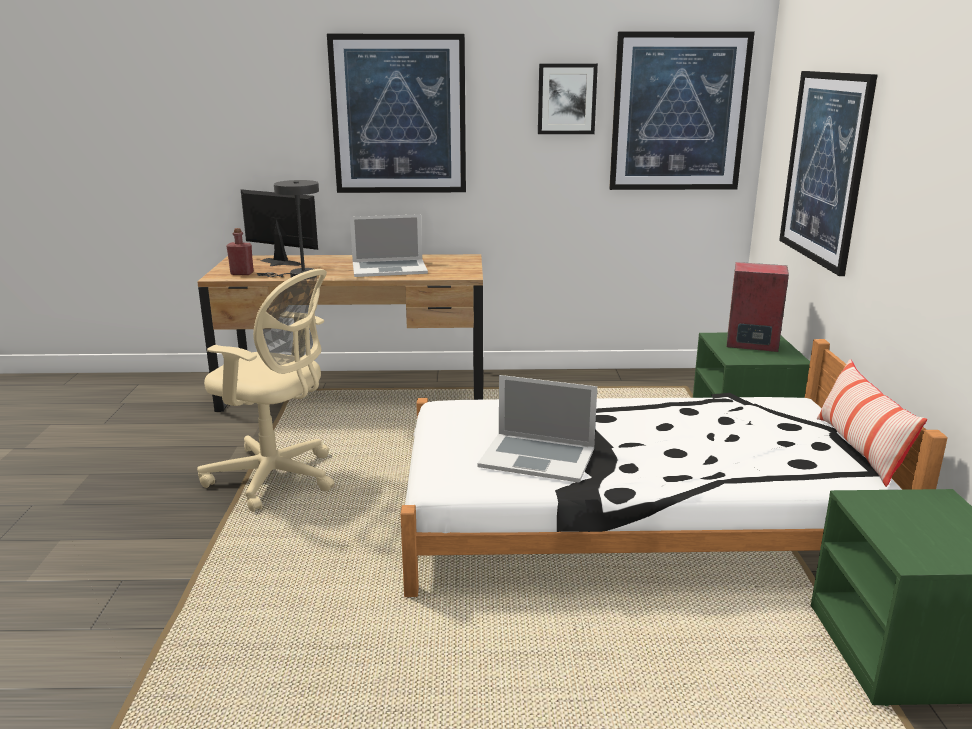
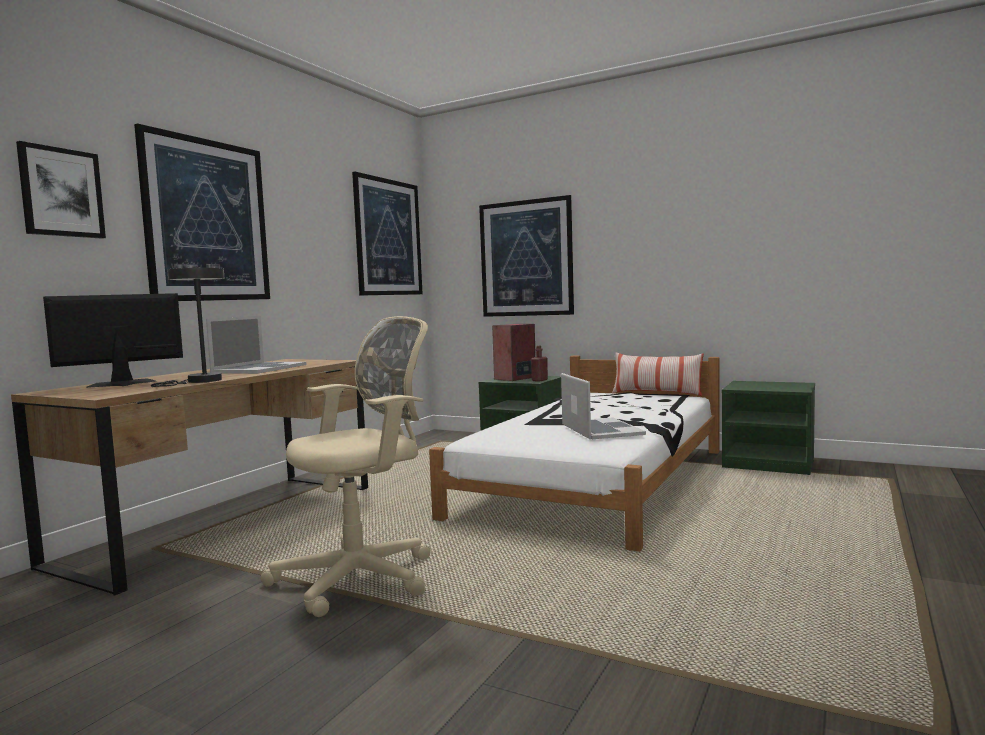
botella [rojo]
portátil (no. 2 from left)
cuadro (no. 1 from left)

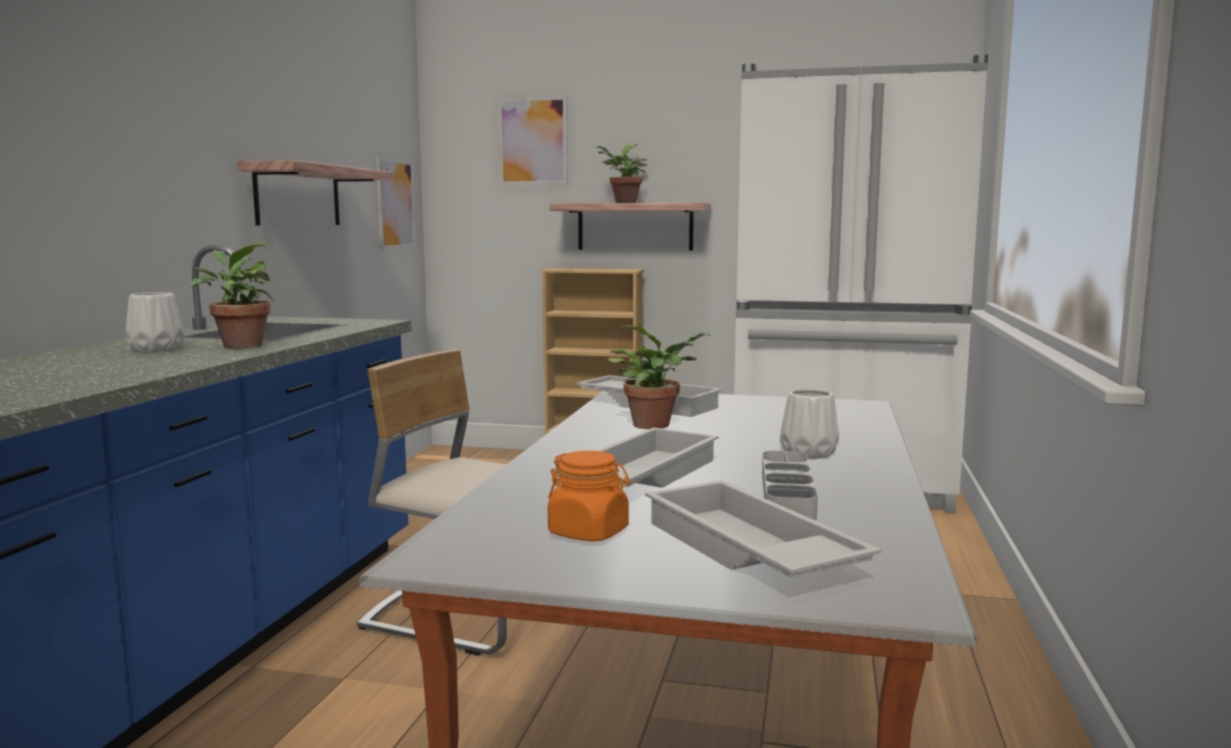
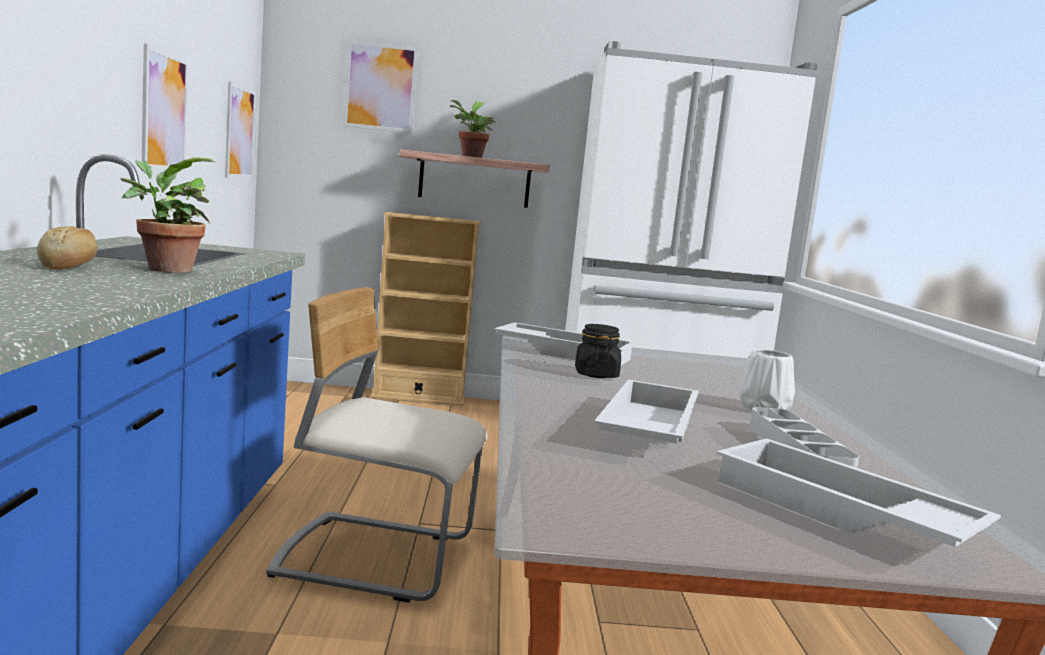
pan
cuadro (no. 1 from left)
tarro [naranja]
tarro [negro]

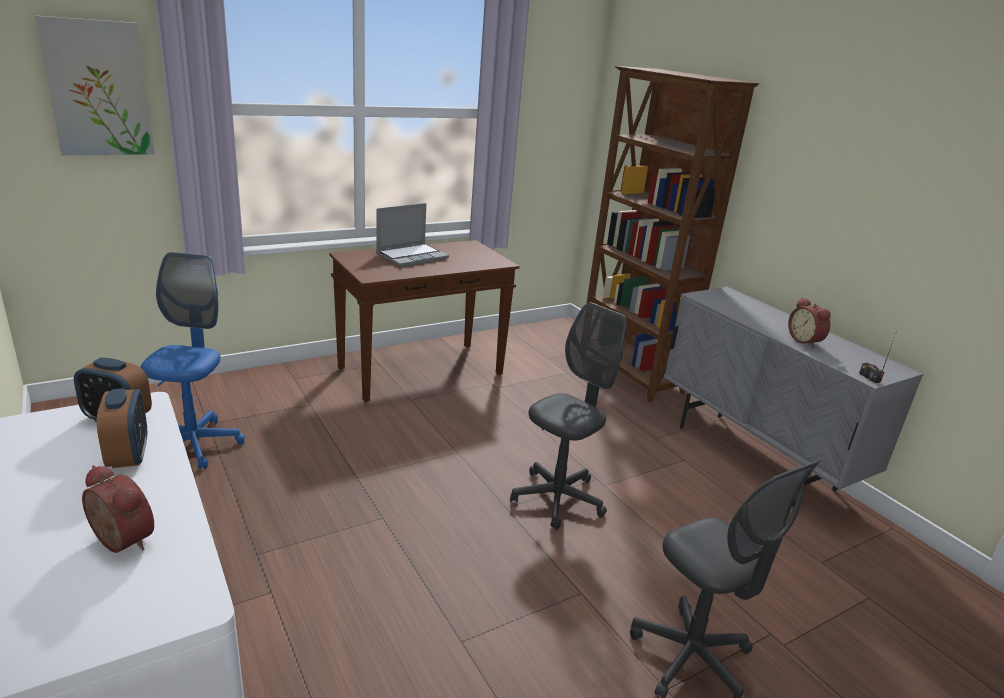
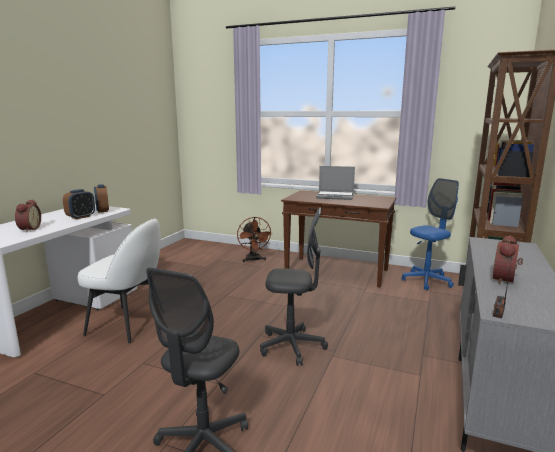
cuadro
silla de oficina [azul]
silla [blanco]
ventilador [marrón]

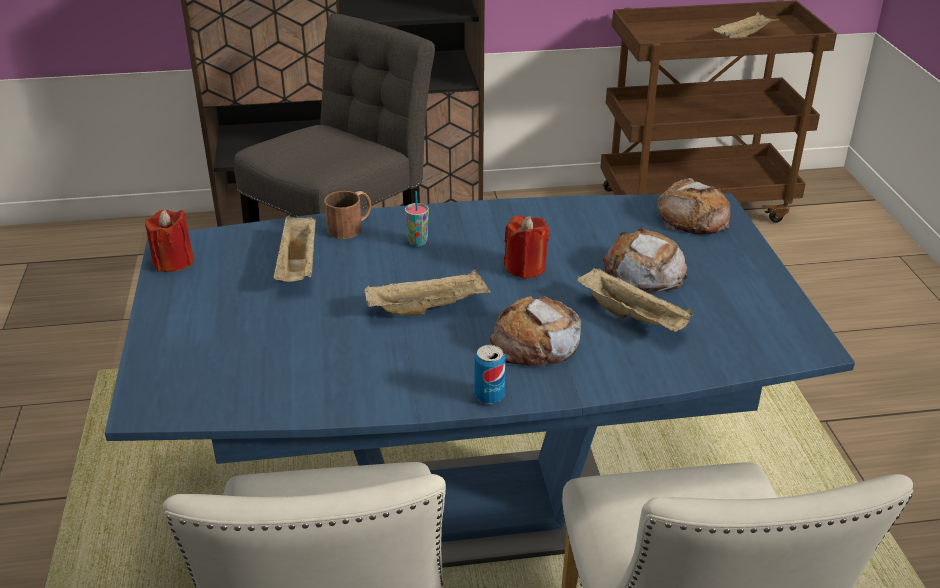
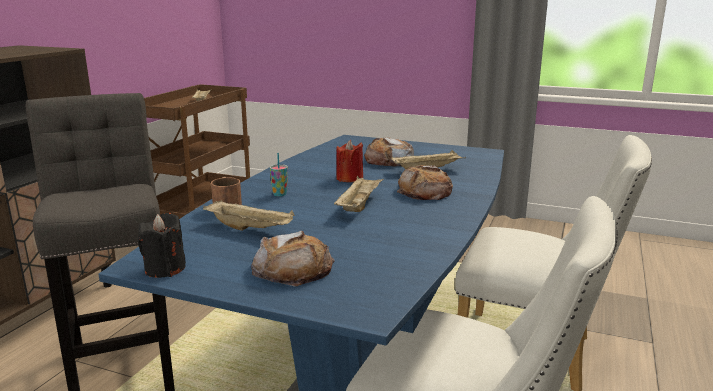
vela [negro]
lata
pan (no. 1 from left)

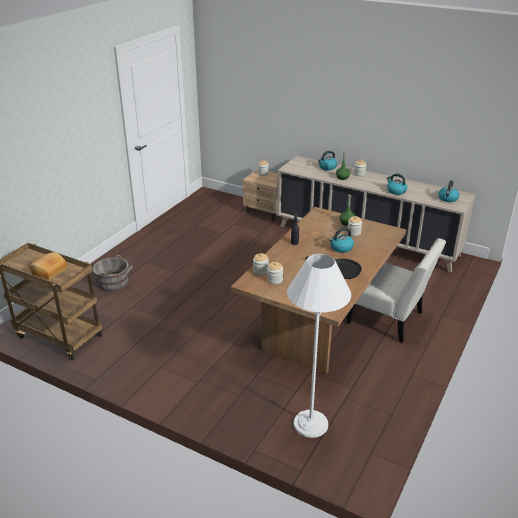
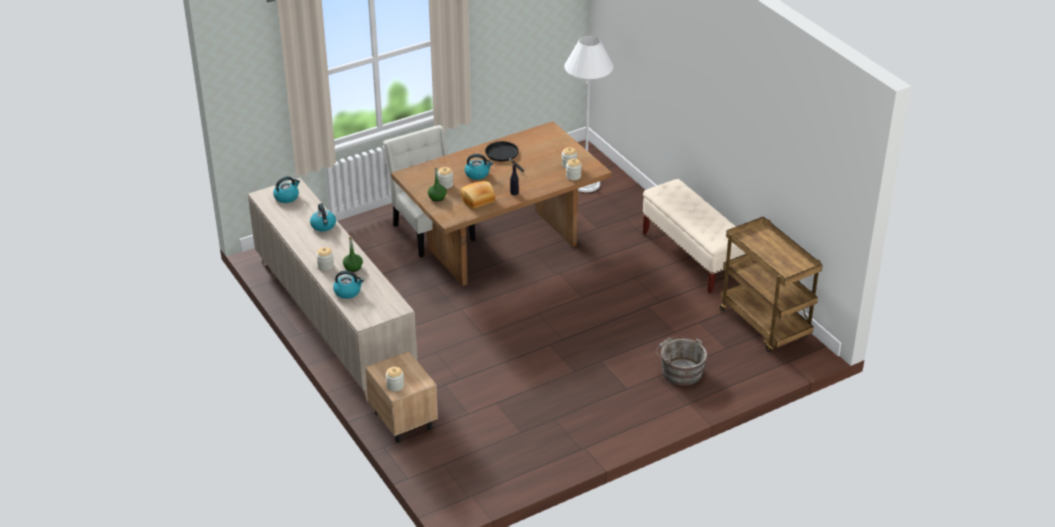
pan
banco [beis]

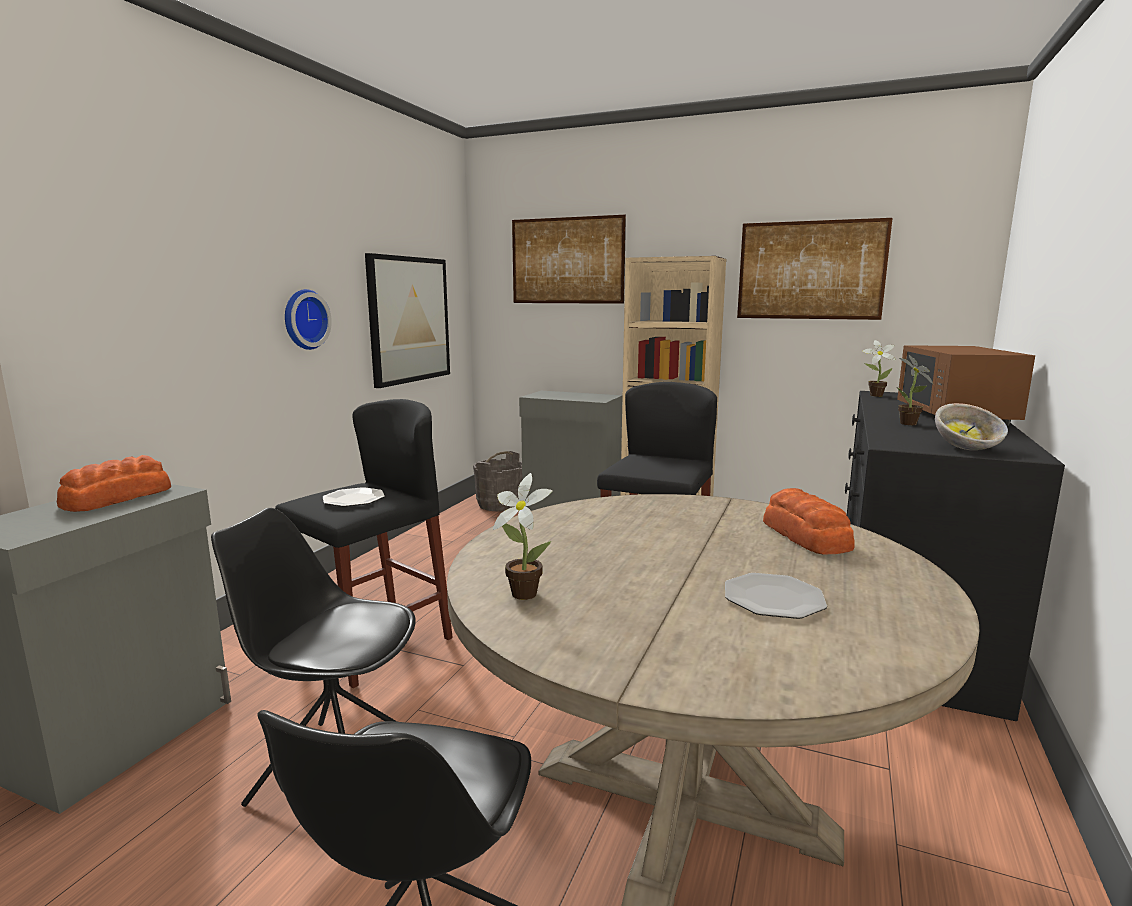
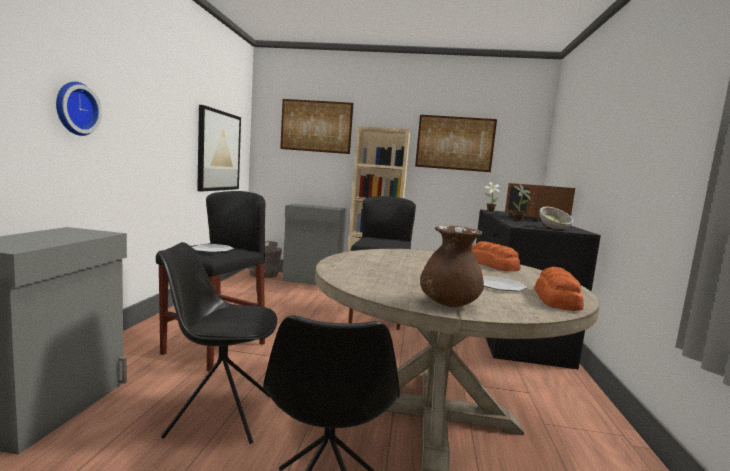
pan (no. 2 from left)
reloj de pared
planta en maceta (no. 1 from left in the first image)
florero [marrón]

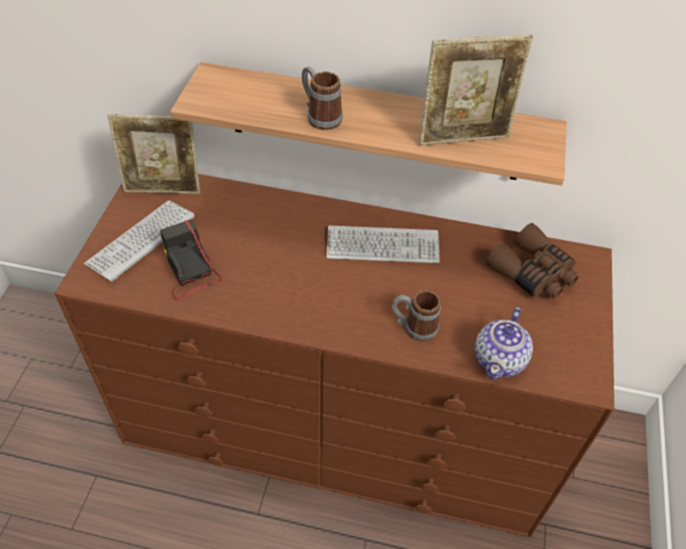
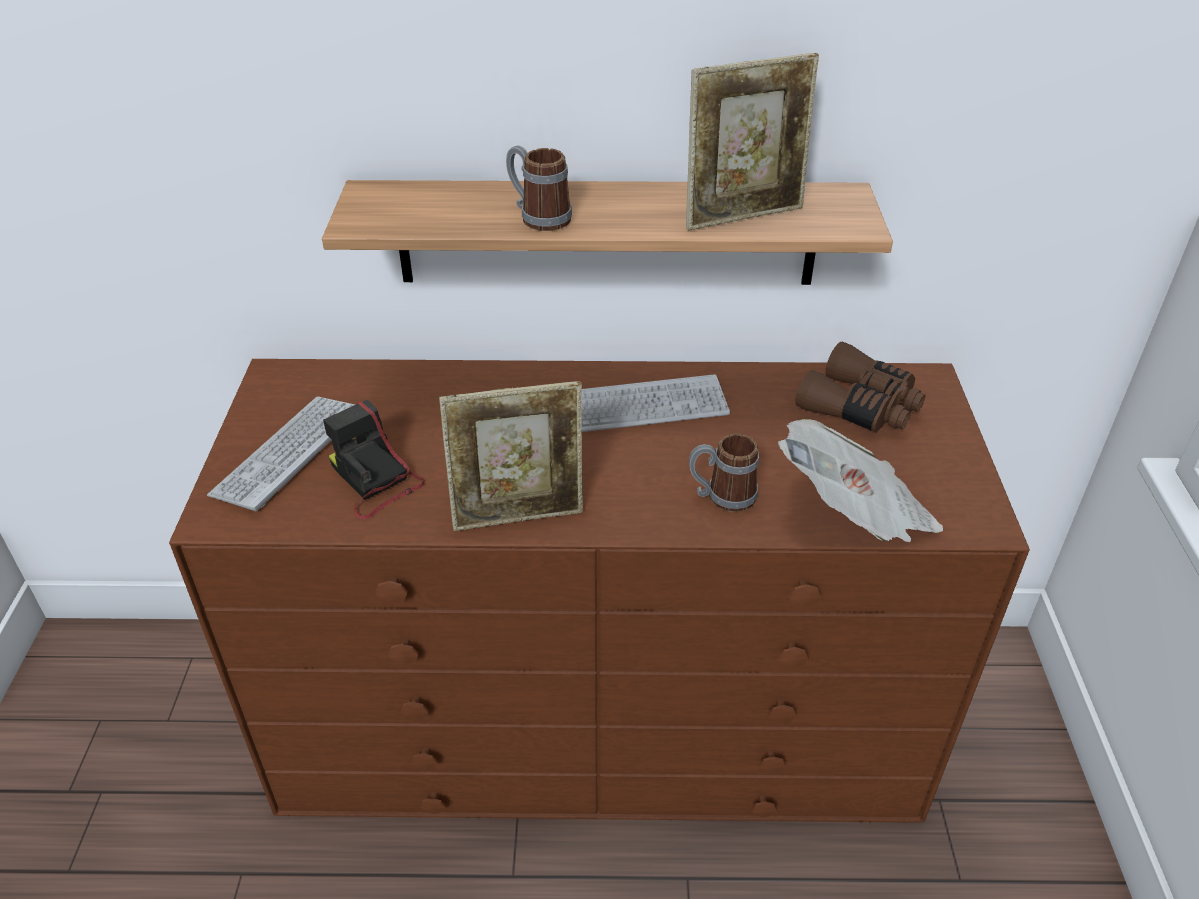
portarretratos (no. 1 from left)
periódico

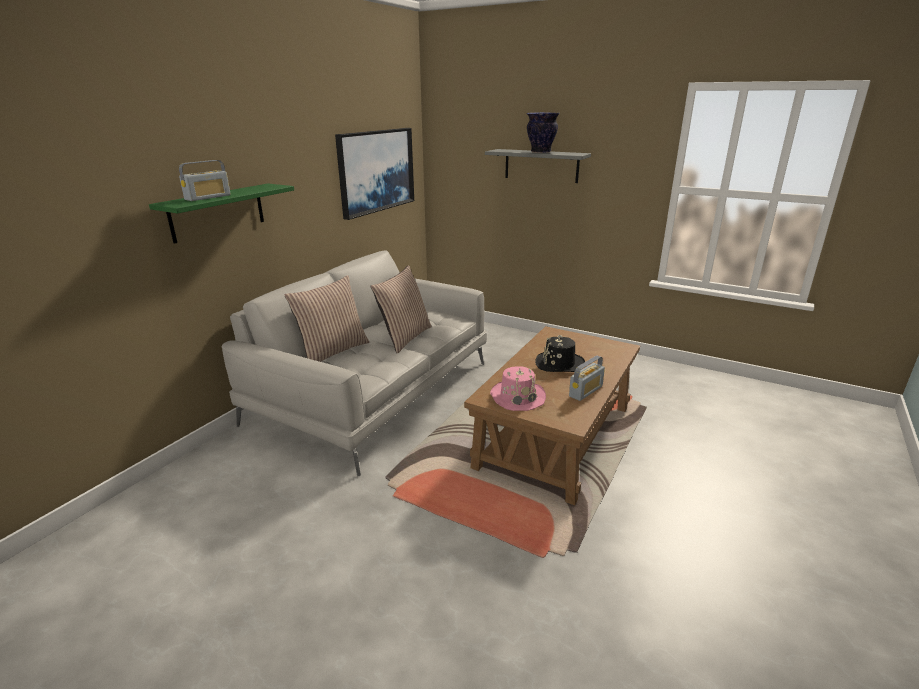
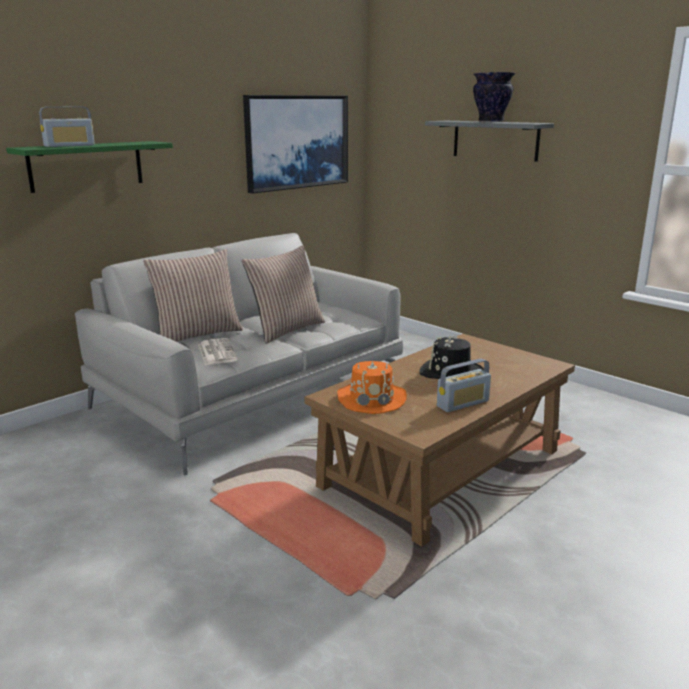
sombrero [naranja]
periódico

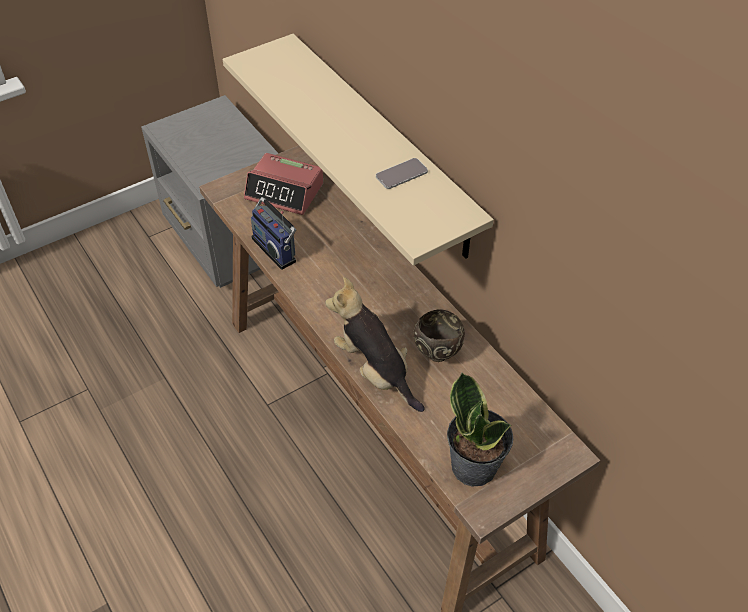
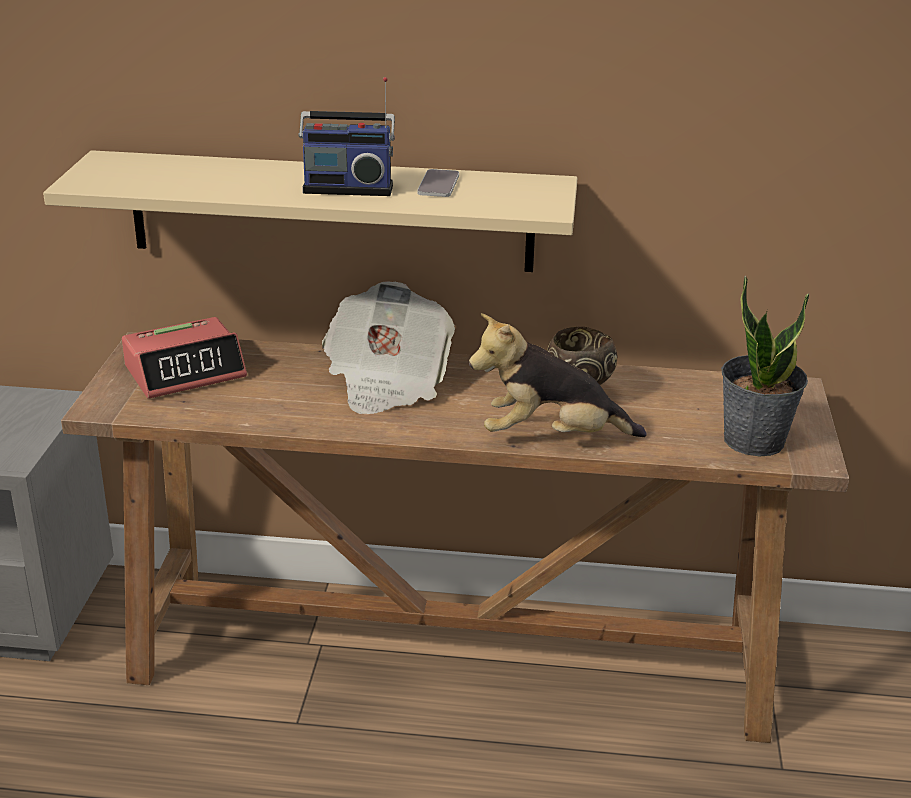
radio
periódico

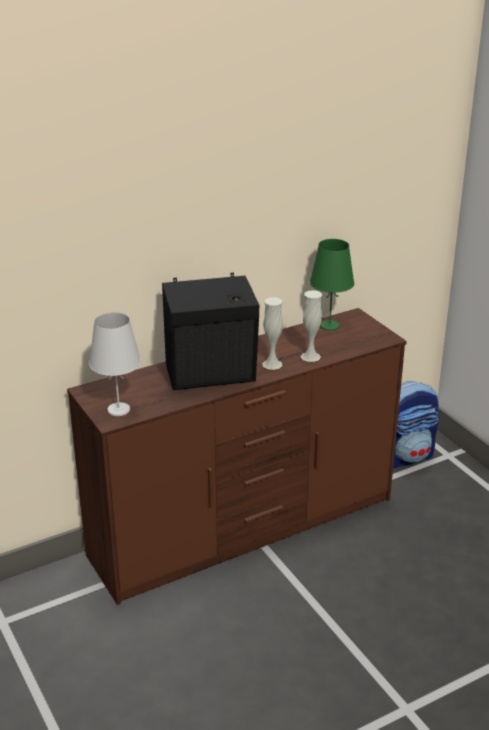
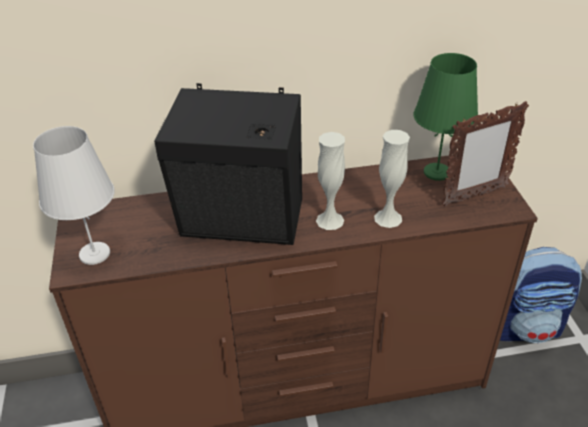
portarretratos

